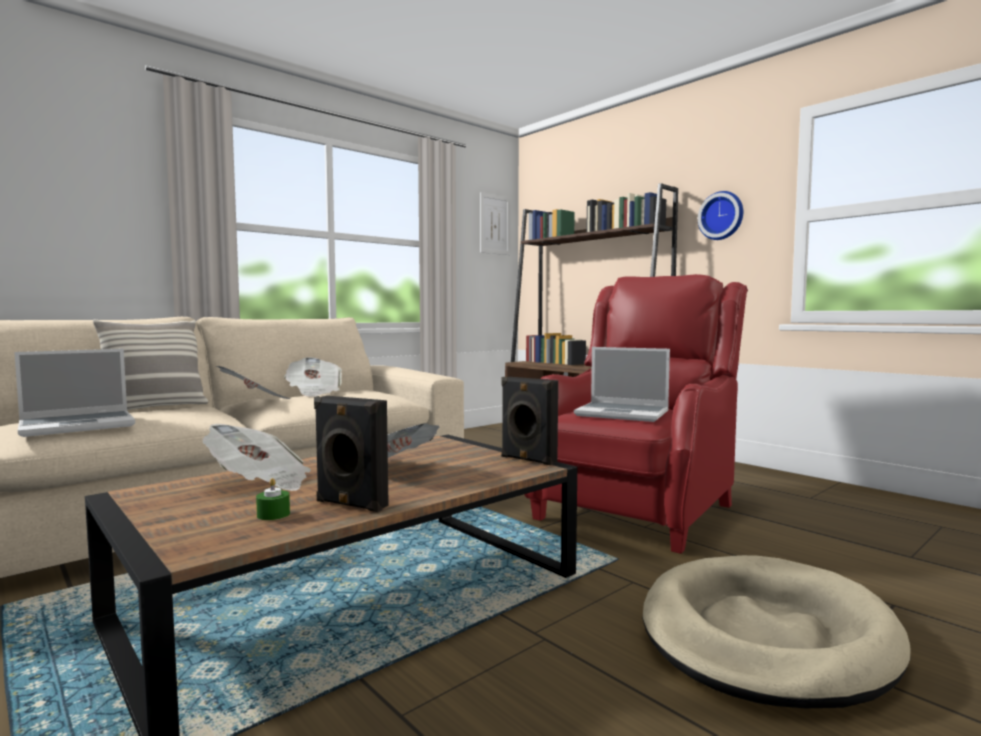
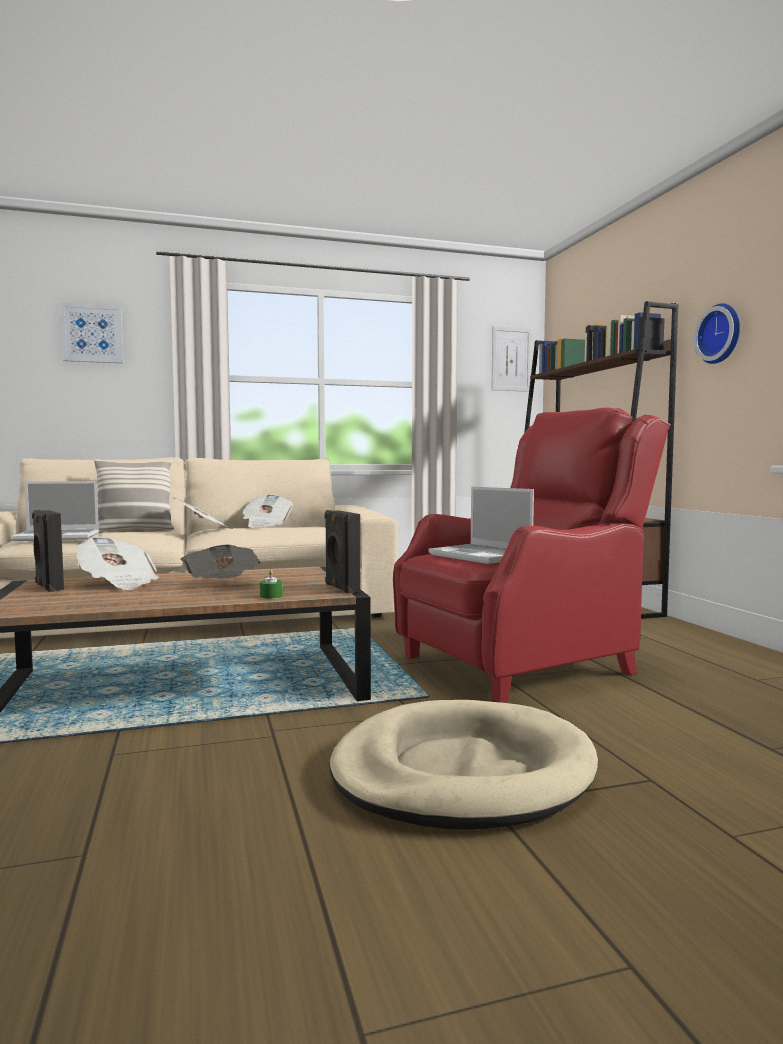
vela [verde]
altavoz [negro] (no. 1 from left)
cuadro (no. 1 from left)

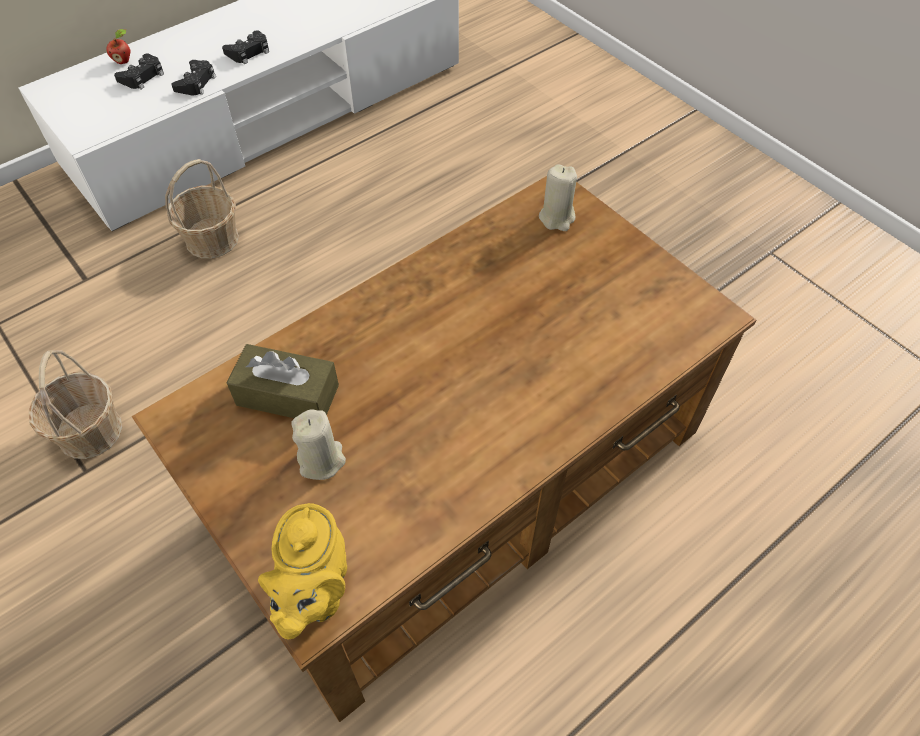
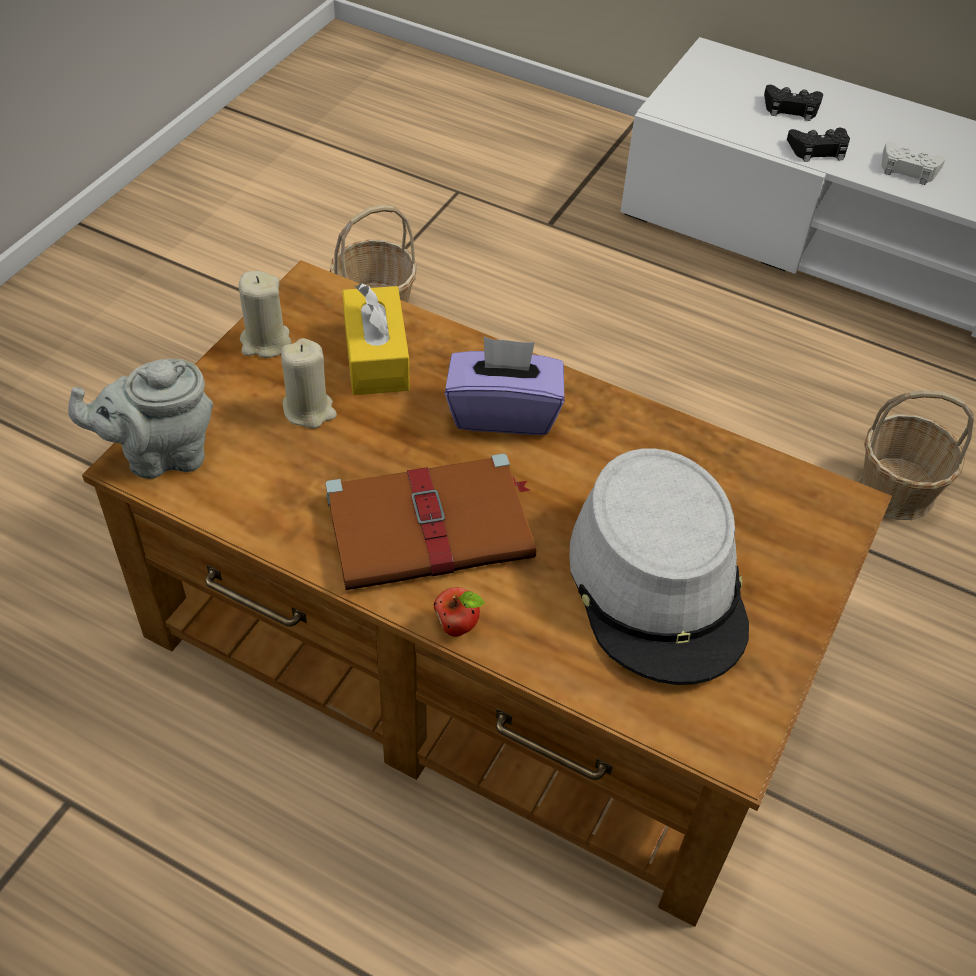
manzana
cesta (no. 2 from left)
mando de consola [blanco]
caja de pañuelos [amarillo]
tetera [gris]
vela [beis] (no. 1 from left)
libro [marrón]
caja de pañuelos [morado]
sombrero [gris]

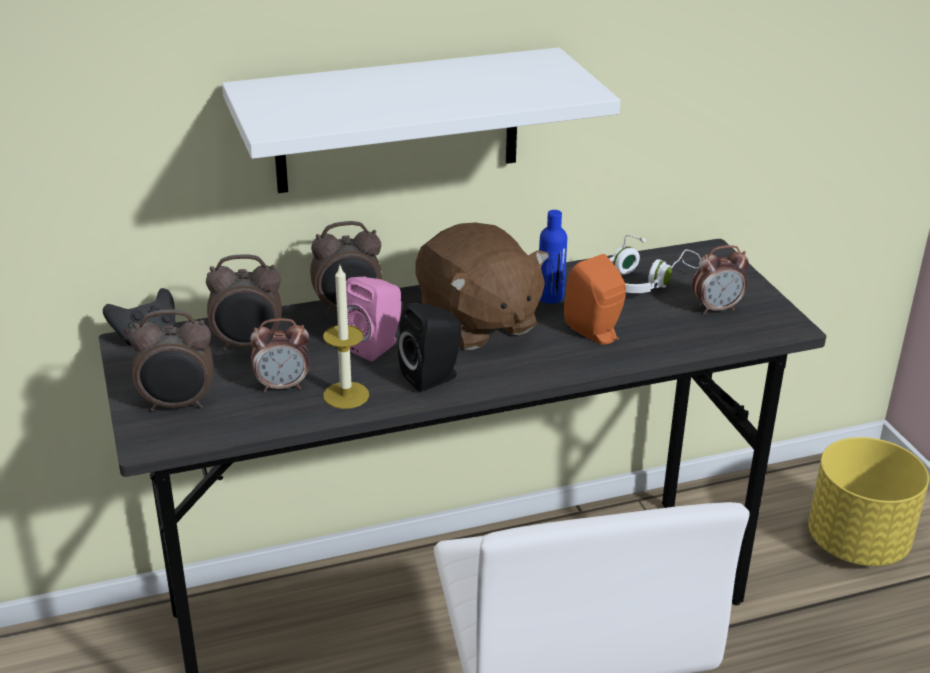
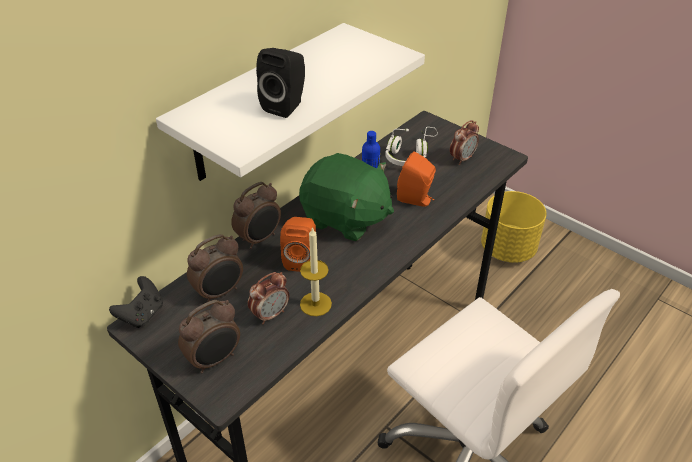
altavoz [naranja] (no. 1 from left)
altavoz [negro]
peluche [verde]

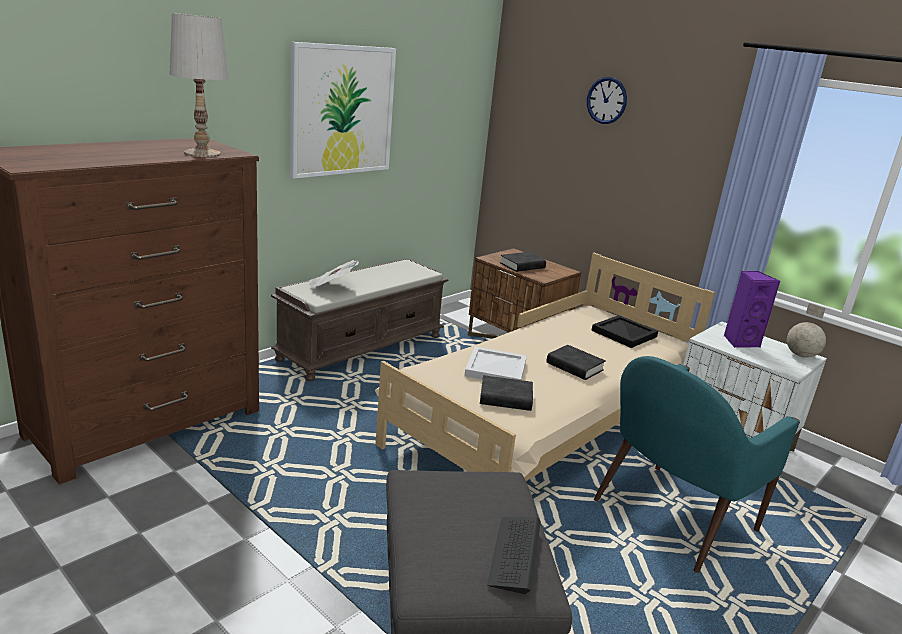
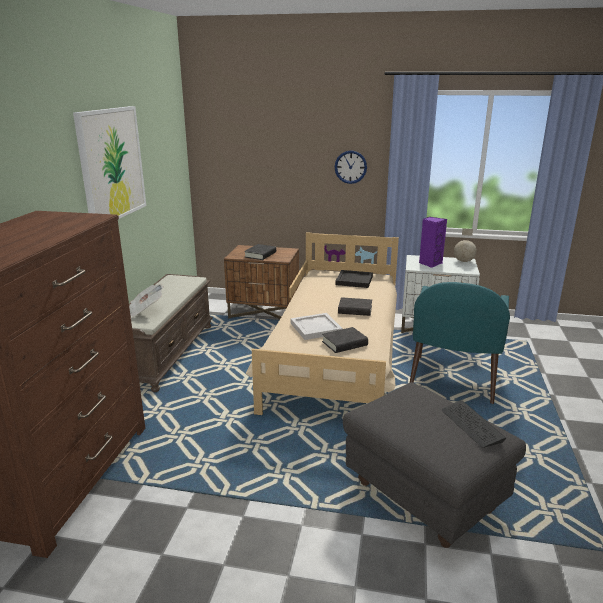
lámpara de mesa [blanco]
reloj de pared

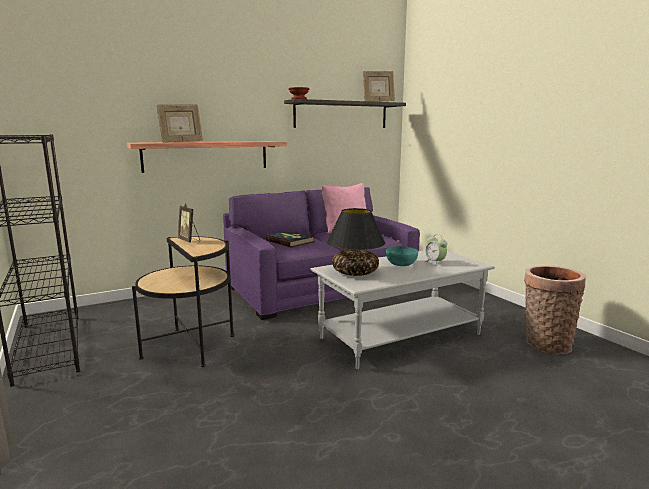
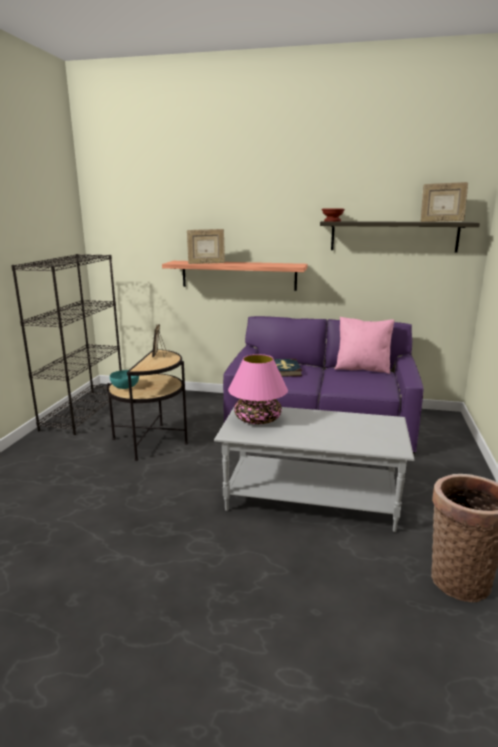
lámpara de mesa [rosa]
cuenco [turquesa]
despertador

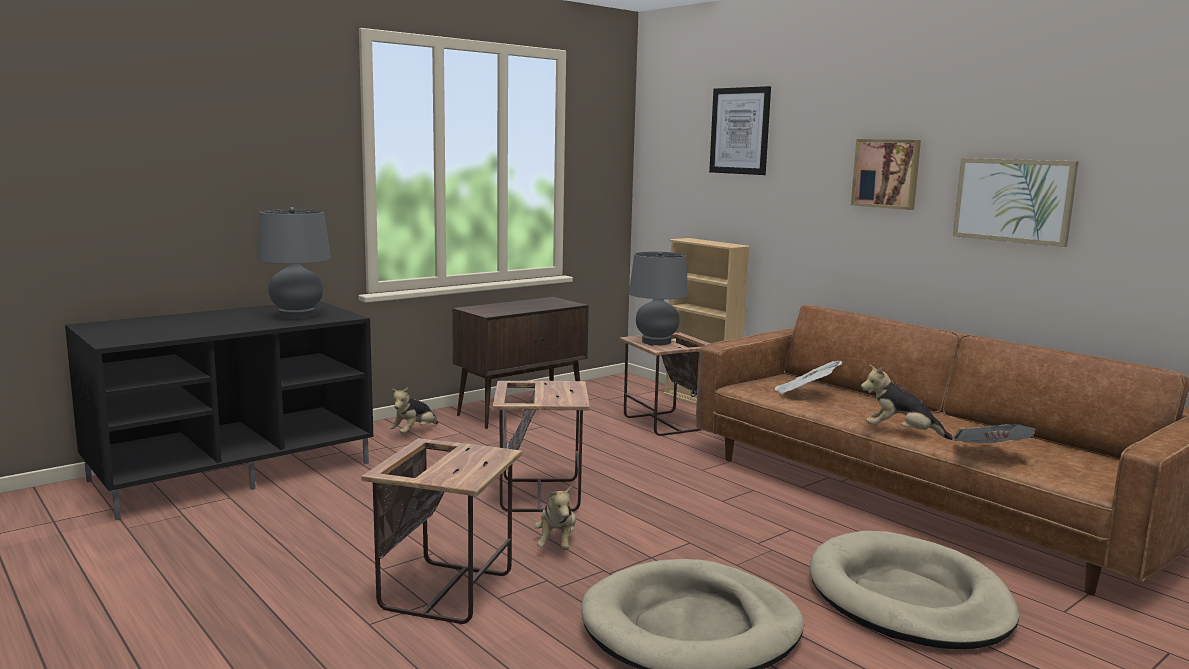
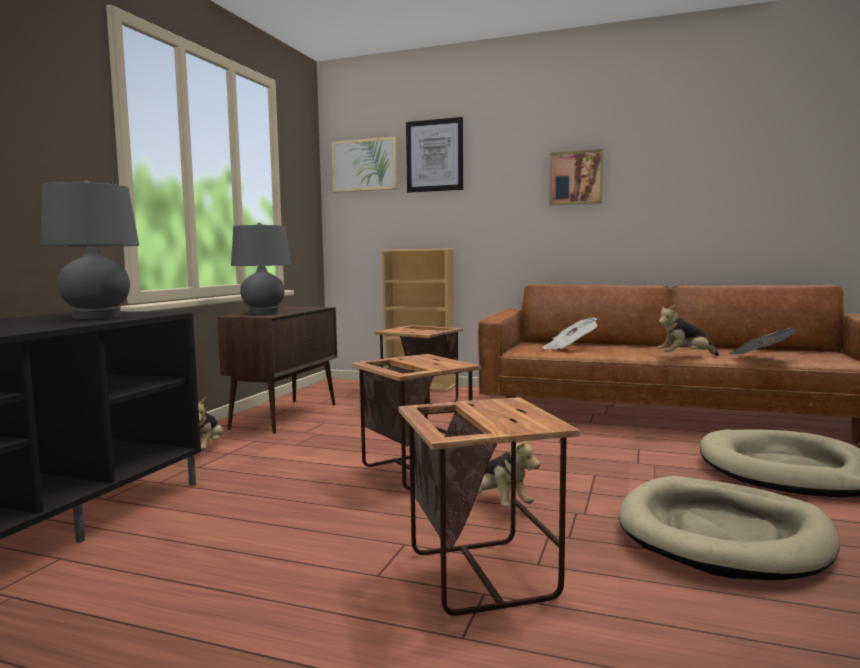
lámpara de mesa [gris] (no. 2 from left)
cuadro (no. 1 from left)

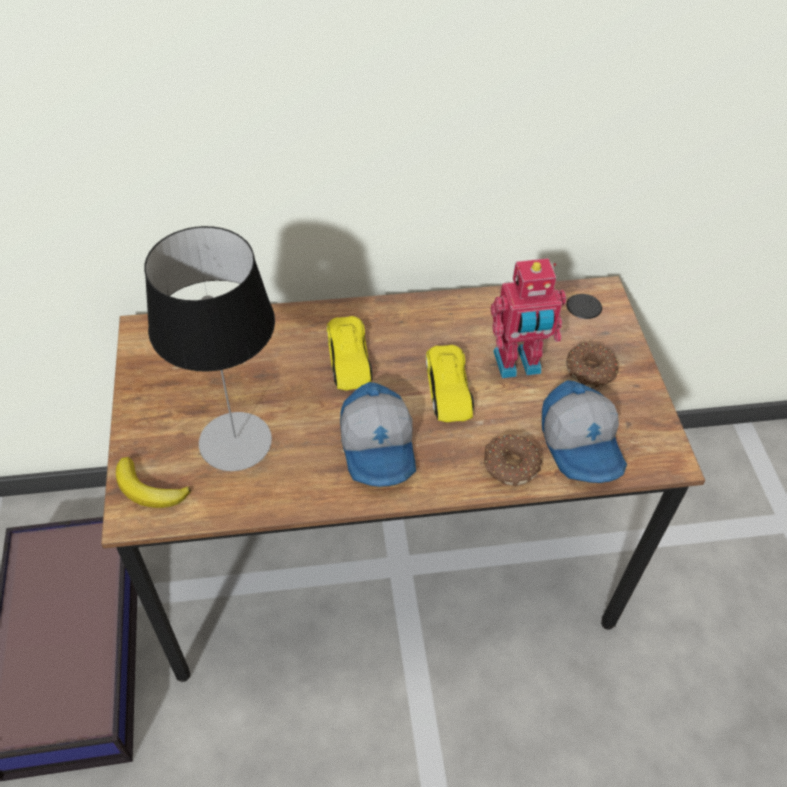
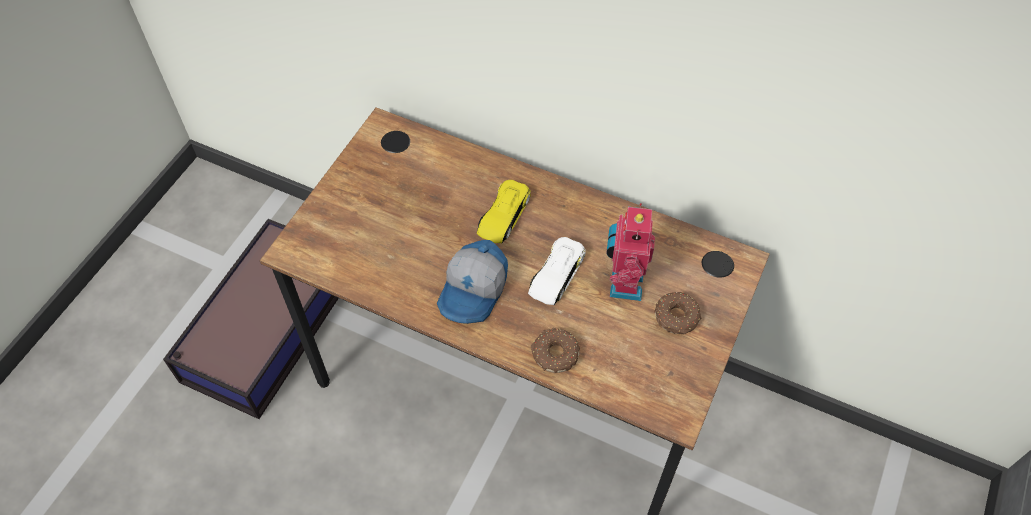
plátano
lámpara de mesa
coche de juguete [blanco]
robot de juguete
gorra (no. 2 from left in the first image)

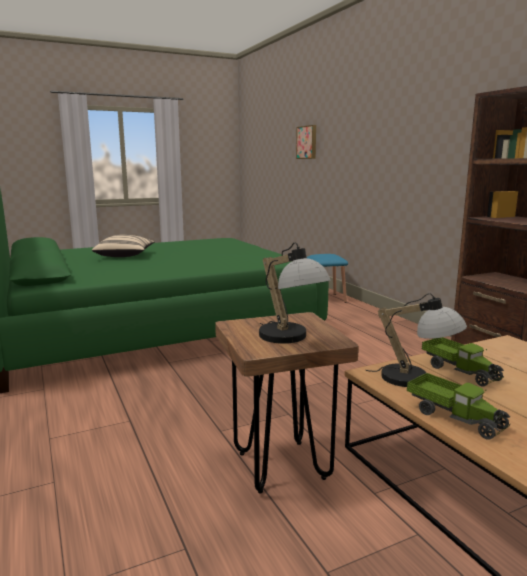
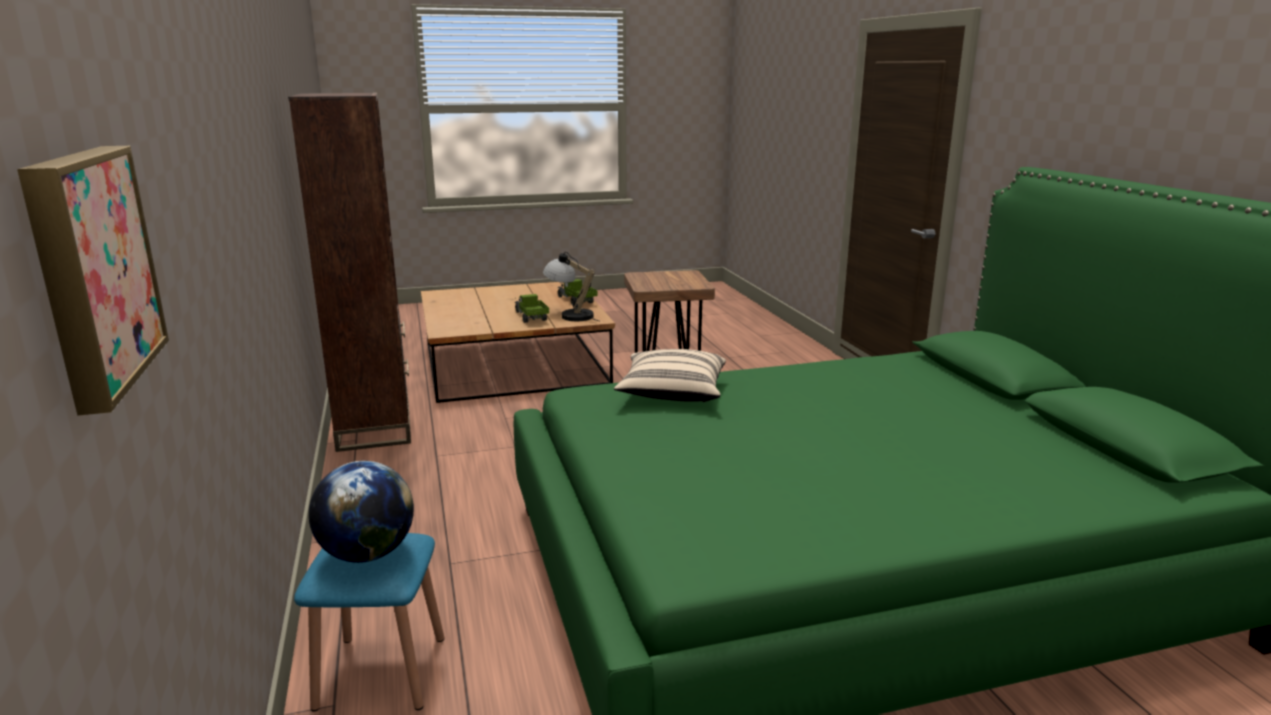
cojín [beis]
lámpara de mesa (no. 1 from left in the first image)
globo terráqueo

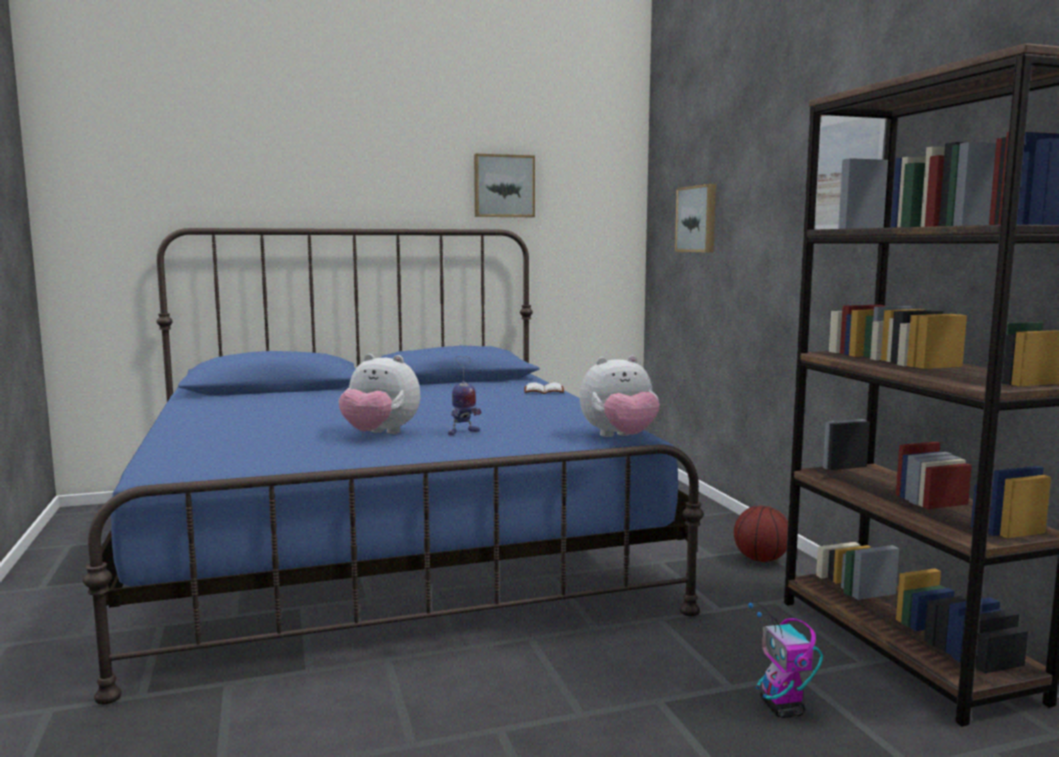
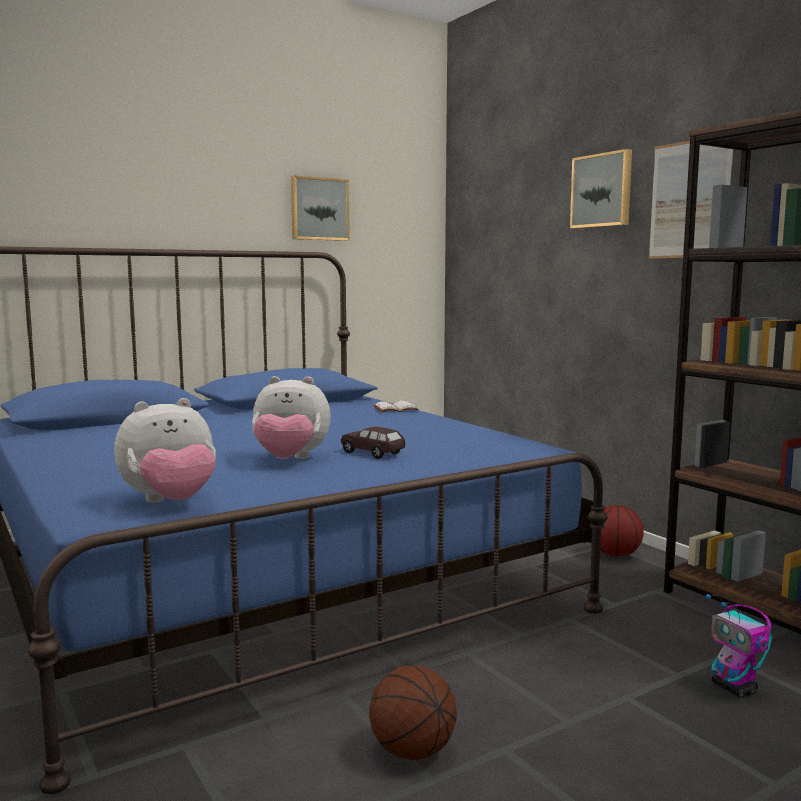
coche de juguete [marrón]
peluche (no. 1 from left)
cuadro (no. 2 from left)
balón de baloncesto (no. 1 from left)

